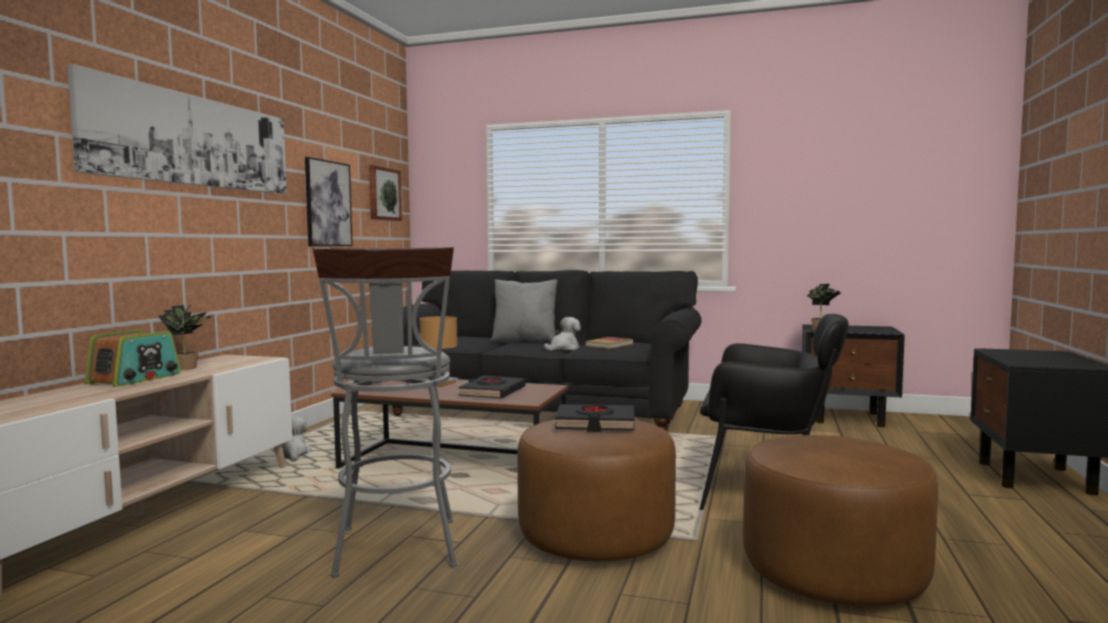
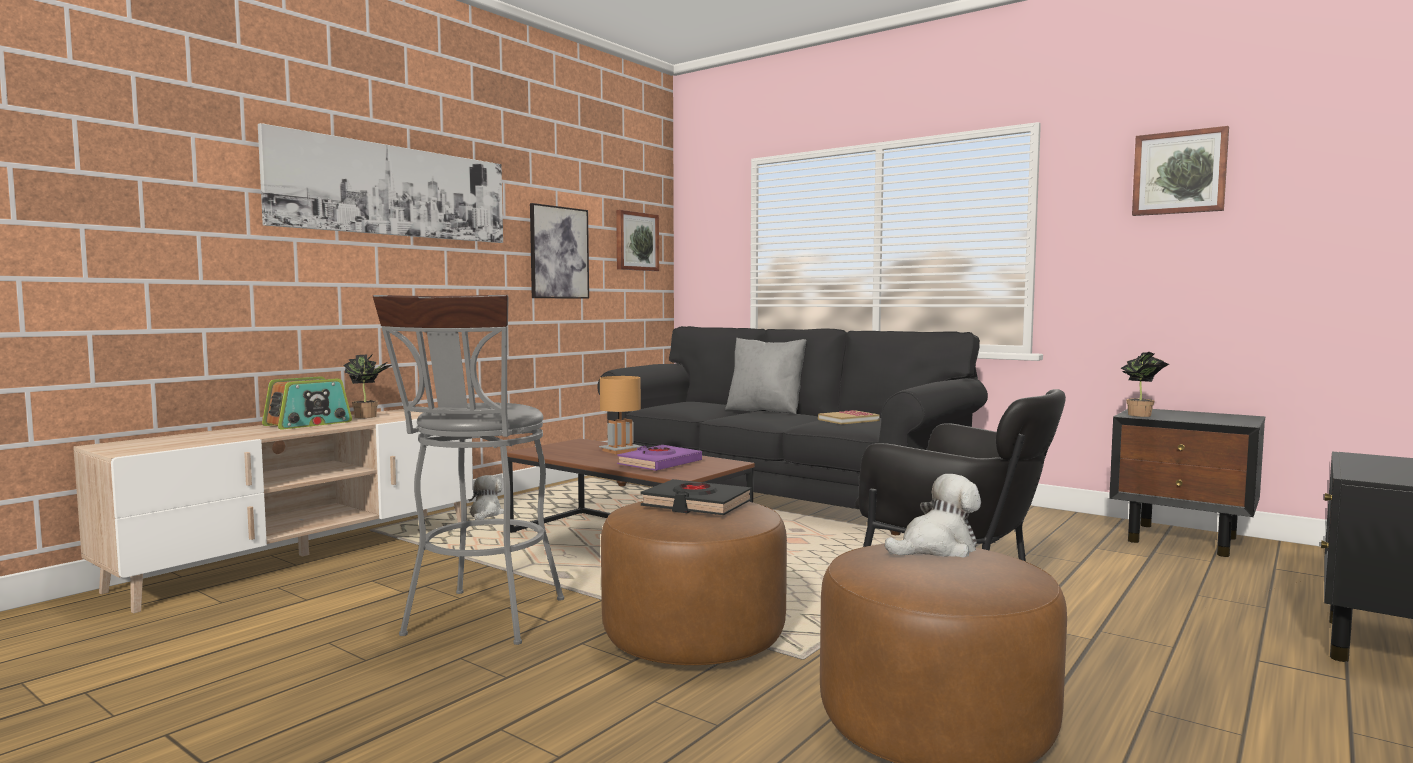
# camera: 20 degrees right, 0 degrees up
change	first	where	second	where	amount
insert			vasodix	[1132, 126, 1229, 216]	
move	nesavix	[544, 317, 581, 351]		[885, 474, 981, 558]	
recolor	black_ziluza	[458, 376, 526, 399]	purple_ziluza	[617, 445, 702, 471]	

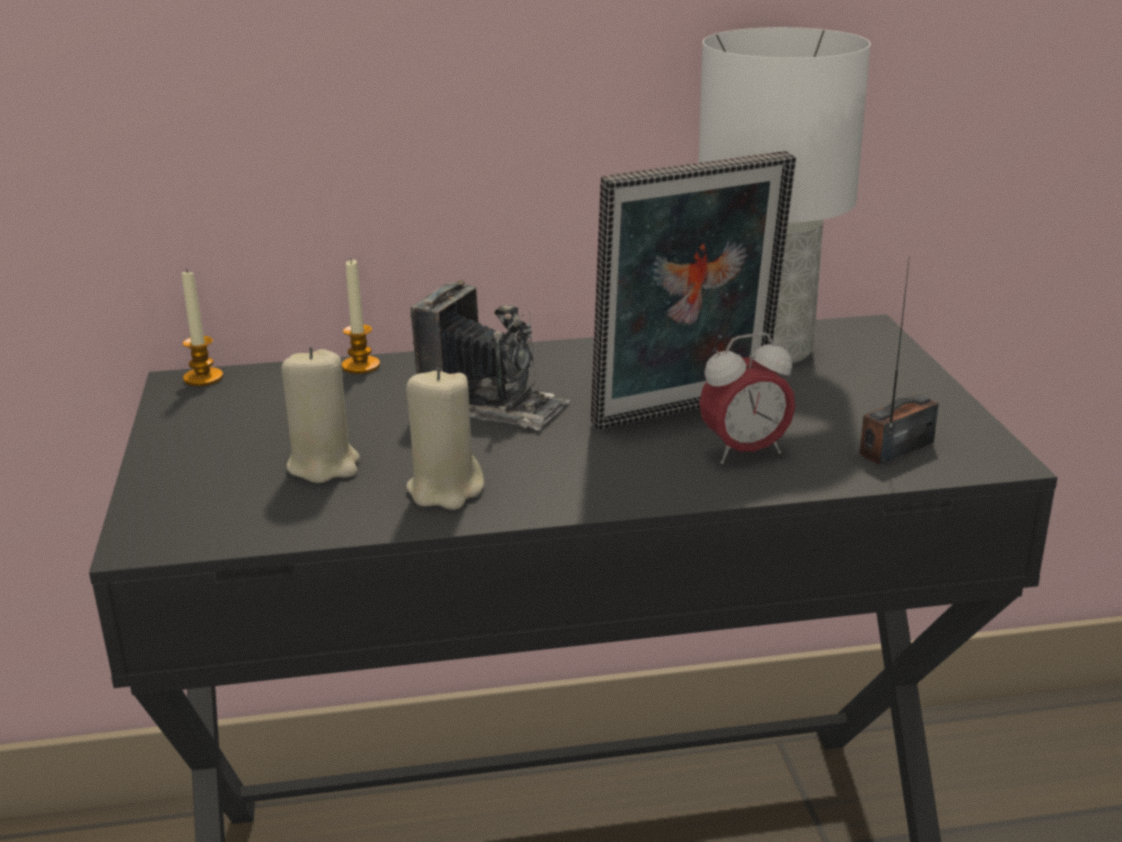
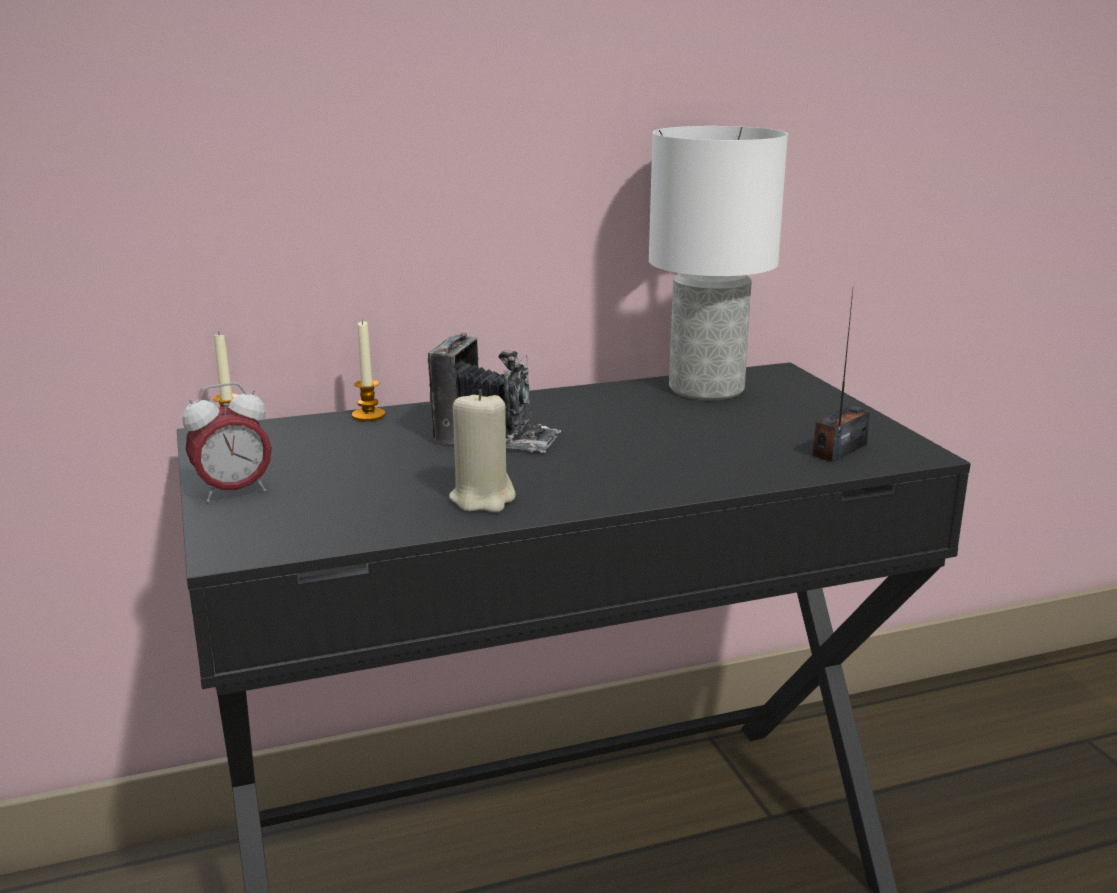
# camera: 10 degrees left, 5 degrees down
change	first	where	second	where	amount
delete	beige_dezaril	[281, 347, 360, 483]			
delete	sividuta	[591, 151, 796, 430]			
move	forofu	[699, 332, 796, 464]		[183, 382, 272, 503]	

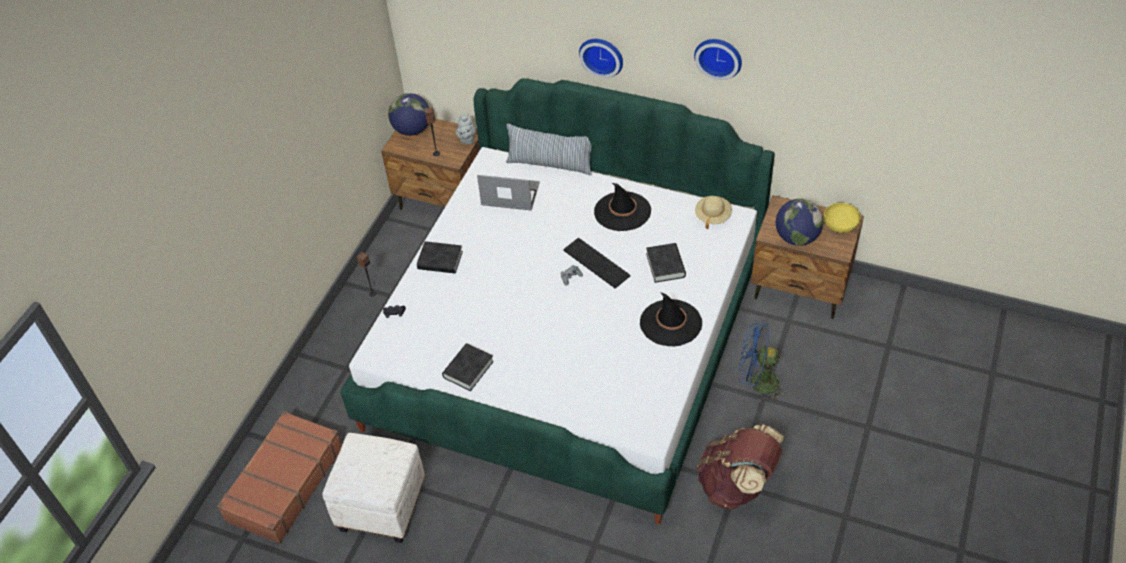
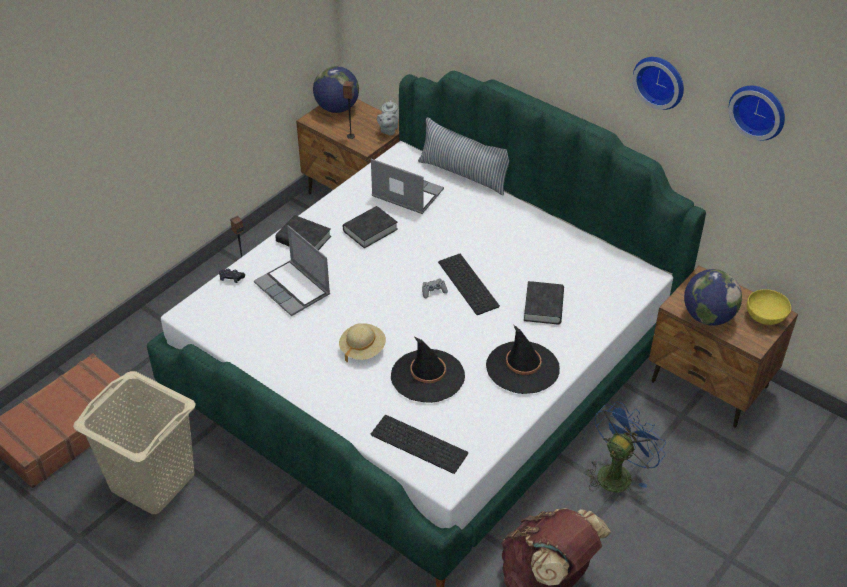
# camera: 15 degrees right, 5 degrees down
change	first	where	second	where	amount
insert			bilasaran	[254, 225, 330, 316]	
insert			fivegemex	[371, 415, 468, 474]	
move	black_ziluza	[442, 343, 494, 391]		[343, 206, 398, 248]	
move	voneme	[579, 39, 623, 78]		[729, 86, 785, 140]	
move	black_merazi	[594, 183, 651, 231]		[391, 337, 465, 403]	
move	beige_merazi	[695, 196, 732, 229]		[339, 323, 386, 362]	
replace	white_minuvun	[322, 433, 425, 543]	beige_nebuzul	[73, 371, 196, 514]	
rotate	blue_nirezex	[739, 323, 788, 403]		[586, 401, 666, 492]	105 degrees clockwise

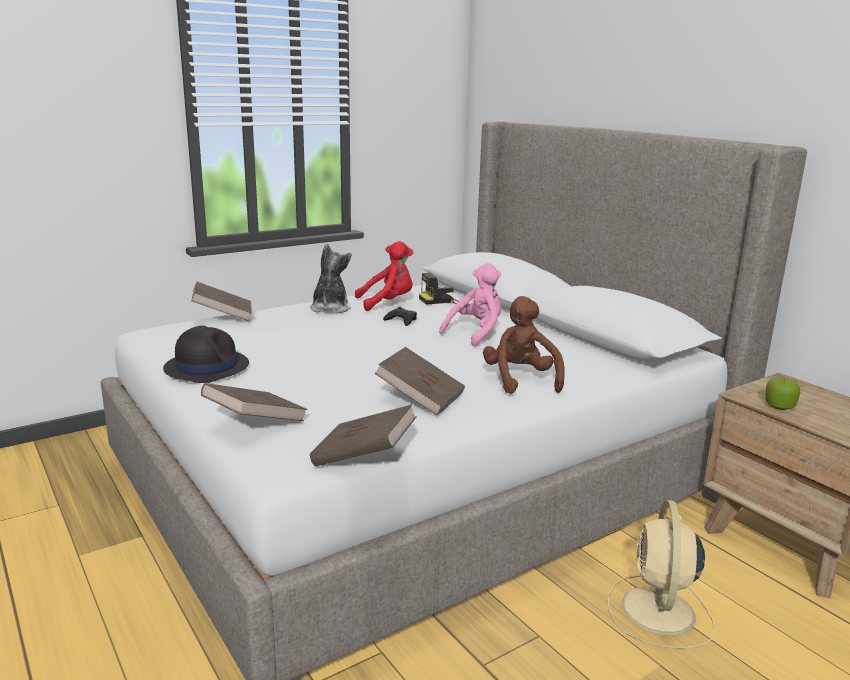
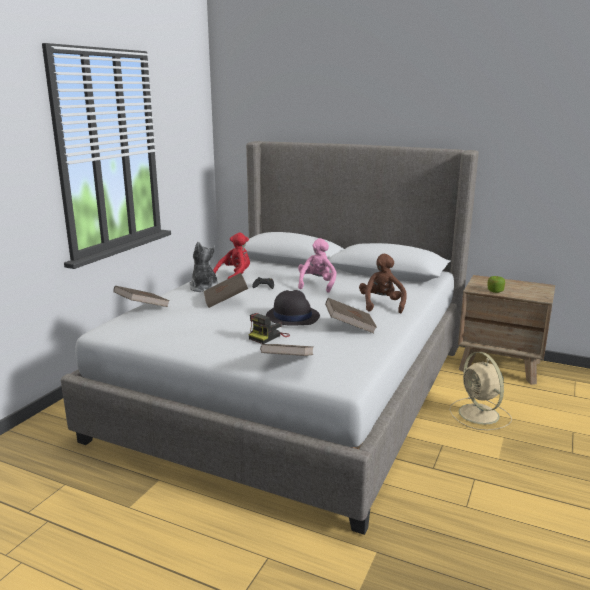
# camera: 30 degrees left, 0 degrees up
change	first	where	second	where	amount
move	black_merazi	[163, 326, 249, 383]		[266, 290, 320, 326]	
move	brown_ziluza	[310, 405, 417, 466]		[204, 273, 248, 308]	
move	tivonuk	[419, 273, 459, 305]		[248, 313, 290, 344]	
rotate	brown_nesavix	[483, 296, 565, 394]		[359, 254, 407, 313]	45 degrees clockwise

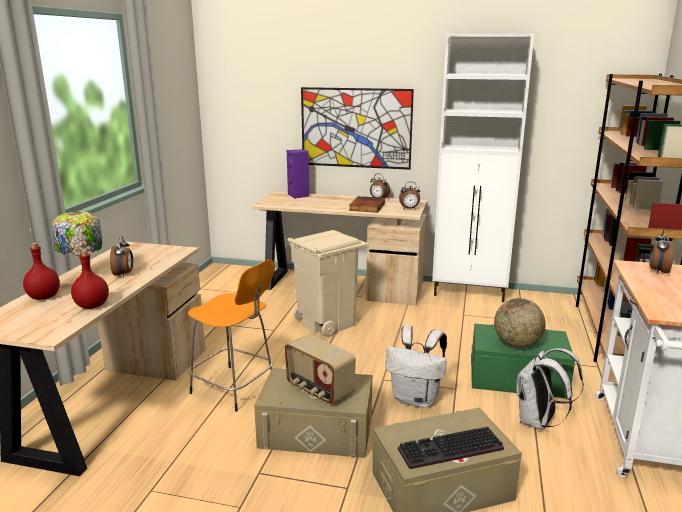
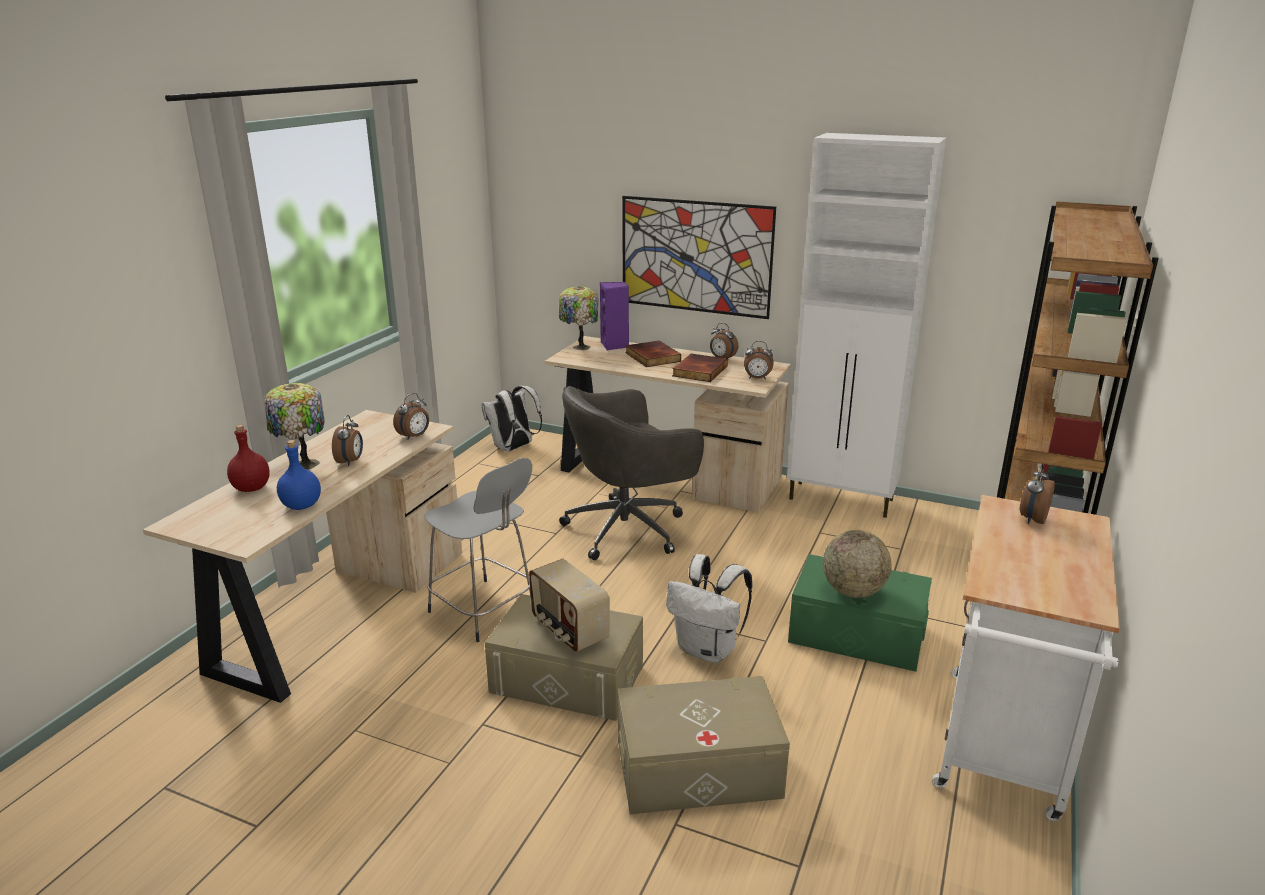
# camera: 10 degrees right, 5 degrees up
change	first	where	second	where	amount
delete	fivegemex	[398, 427, 504, 469]			
insert			forofu	[393, 393, 429, 440]	
insert			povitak	[559, 286, 598, 350]	
insert			ziluza	[625, 340, 681, 367]	
move	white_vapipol	[516, 348, 584, 430]		[482, 386, 542, 452]	
replace	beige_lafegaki	[287, 230, 369, 337]	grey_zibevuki	[559, 386, 704, 560]	
recolor	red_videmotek	[71, 250, 109, 309]	blue_videmotek	[277, 440, 321, 510]	
recolor	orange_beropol	[188, 260, 275, 412]	grey_beropol	[424, 458, 532, 642]	

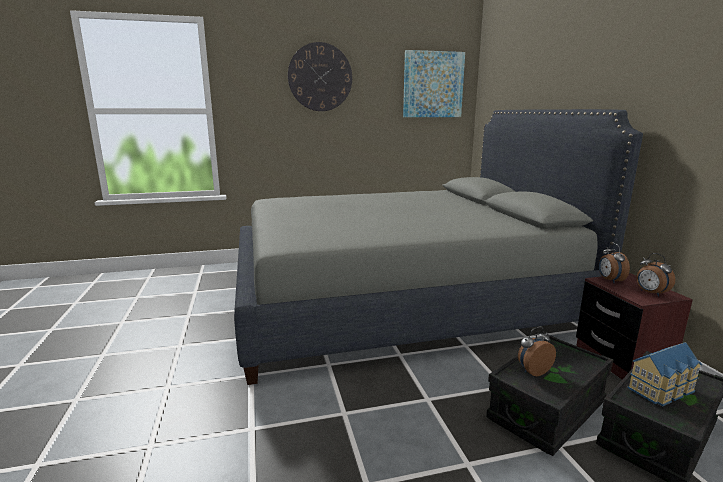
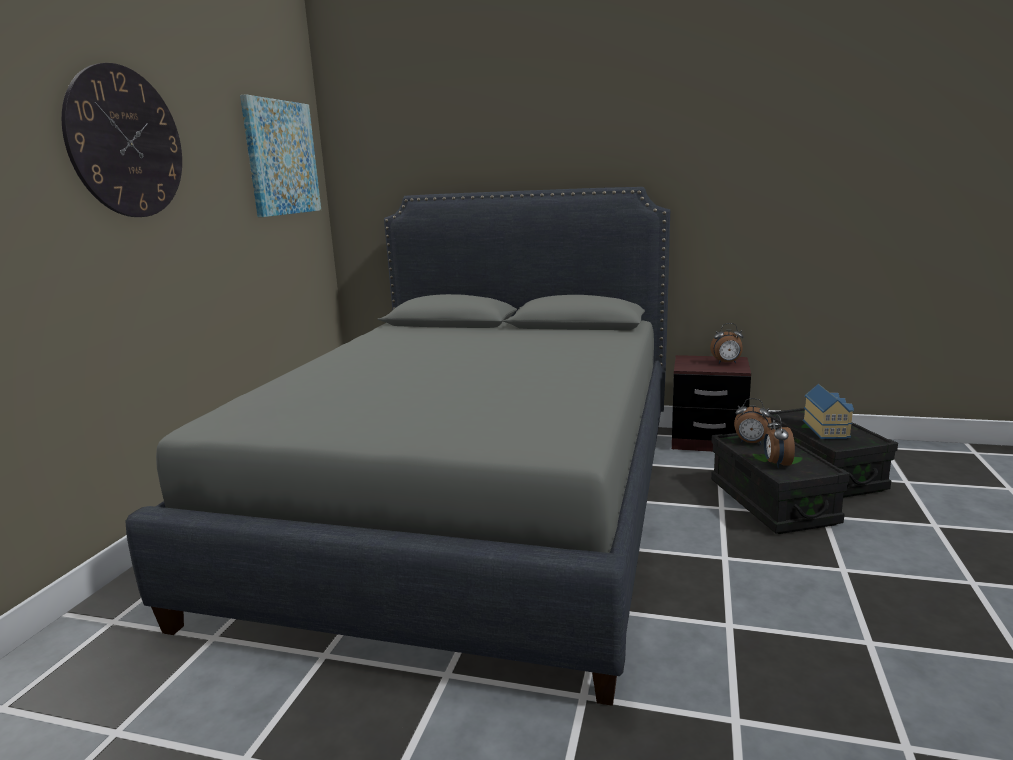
# camera: 60 degrees left, 0 degrees up
change	first	where	second	where	amount
move	forofu	[599, 243, 630, 283]		[734, 398, 772, 445]	

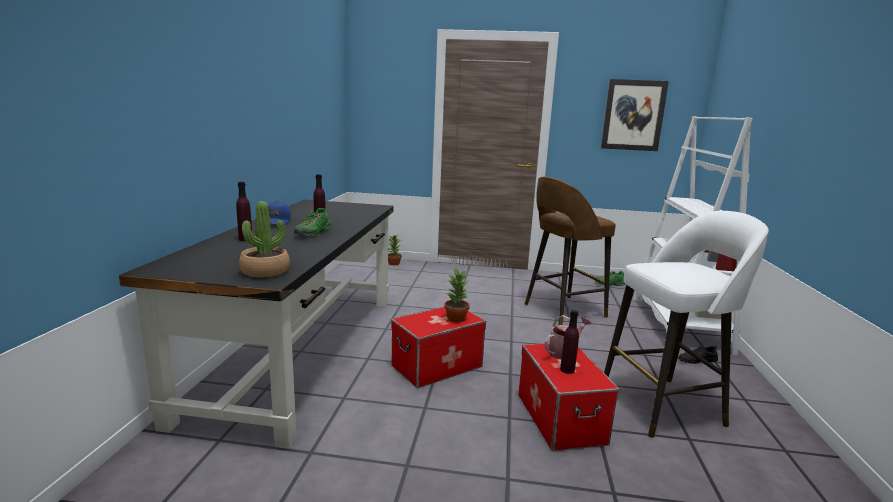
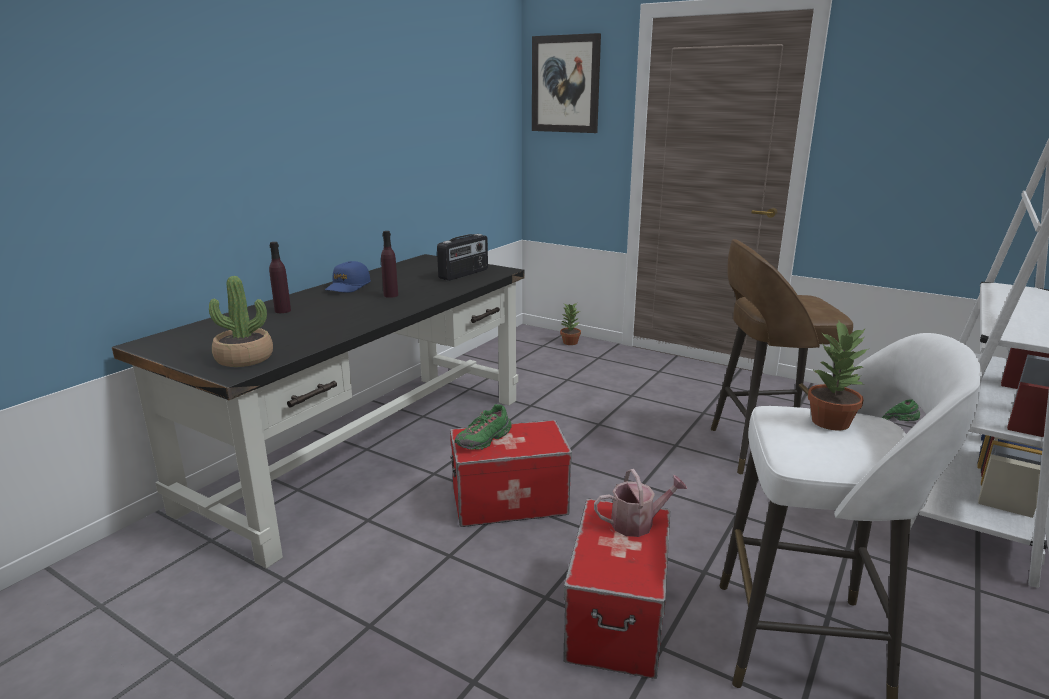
# camera: 25 degrees right, 5 degrees up
change	first	where	second	where	amount
delete	purple_videmotek	[560, 310, 579, 374]			
delete	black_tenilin	[678, 345, 718, 364]			
insert			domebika	[437, 234, 488, 281]	
move	green_tenilin	[294, 208, 331, 237]		[455, 404, 512, 450]	
move	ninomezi	[444, 267, 470, 322]		[808, 320, 870, 430]	
move	vasodix	[601, 79, 669, 151]		[532, 33, 601, 133]	

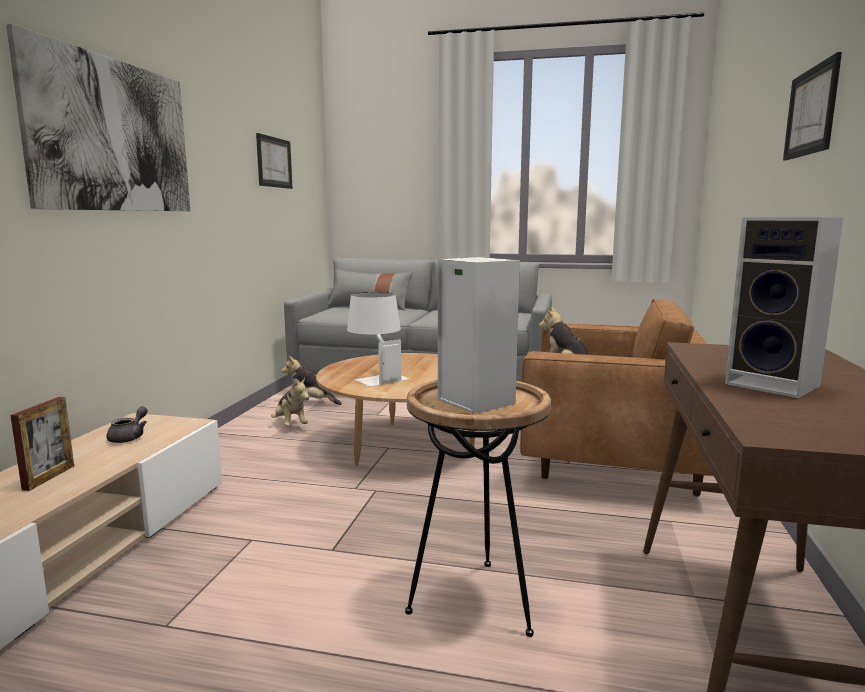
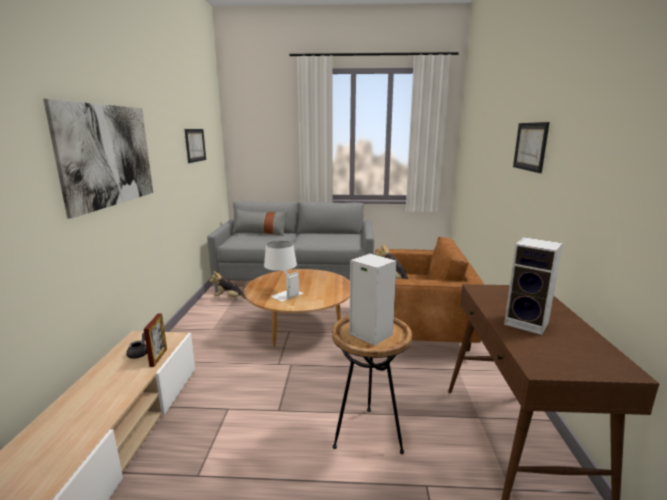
# camera: 10 degrees left, 5 degrees up
change	first	where	second	where	amount
delete	nesavix	[271, 377, 309, 426]			
move	sividuta	[10, 397, 74, 491]		[144, 314, 167, 367]	

